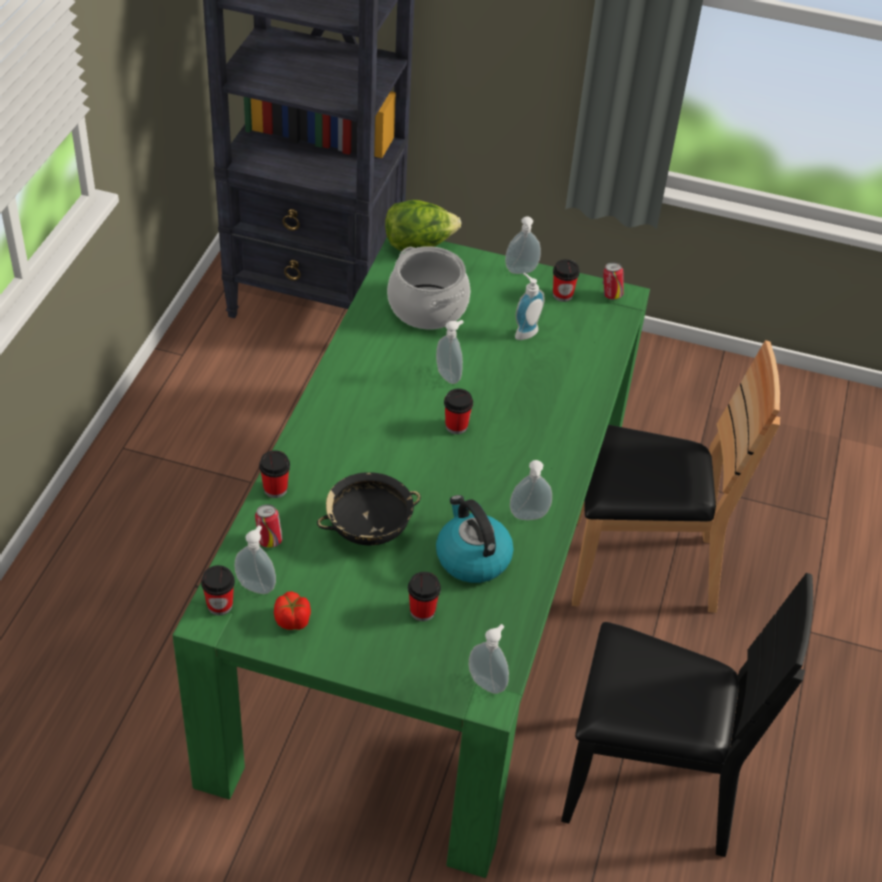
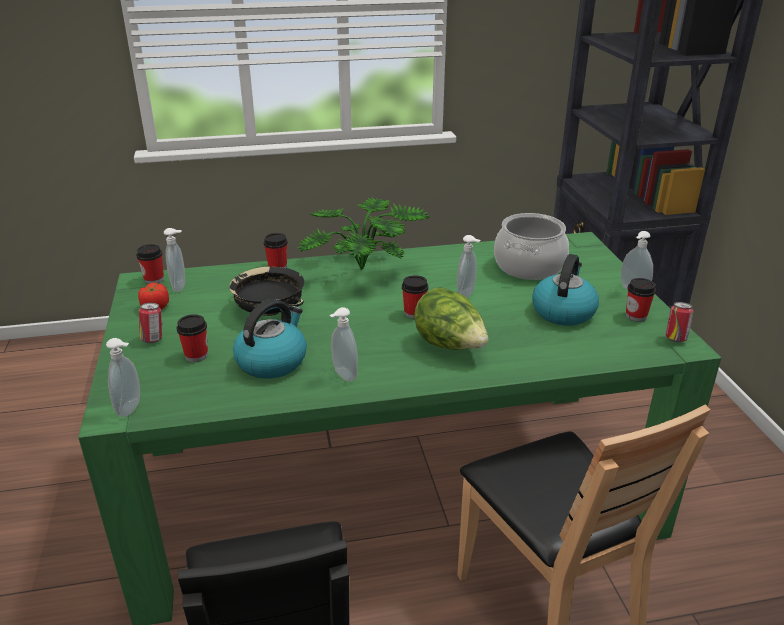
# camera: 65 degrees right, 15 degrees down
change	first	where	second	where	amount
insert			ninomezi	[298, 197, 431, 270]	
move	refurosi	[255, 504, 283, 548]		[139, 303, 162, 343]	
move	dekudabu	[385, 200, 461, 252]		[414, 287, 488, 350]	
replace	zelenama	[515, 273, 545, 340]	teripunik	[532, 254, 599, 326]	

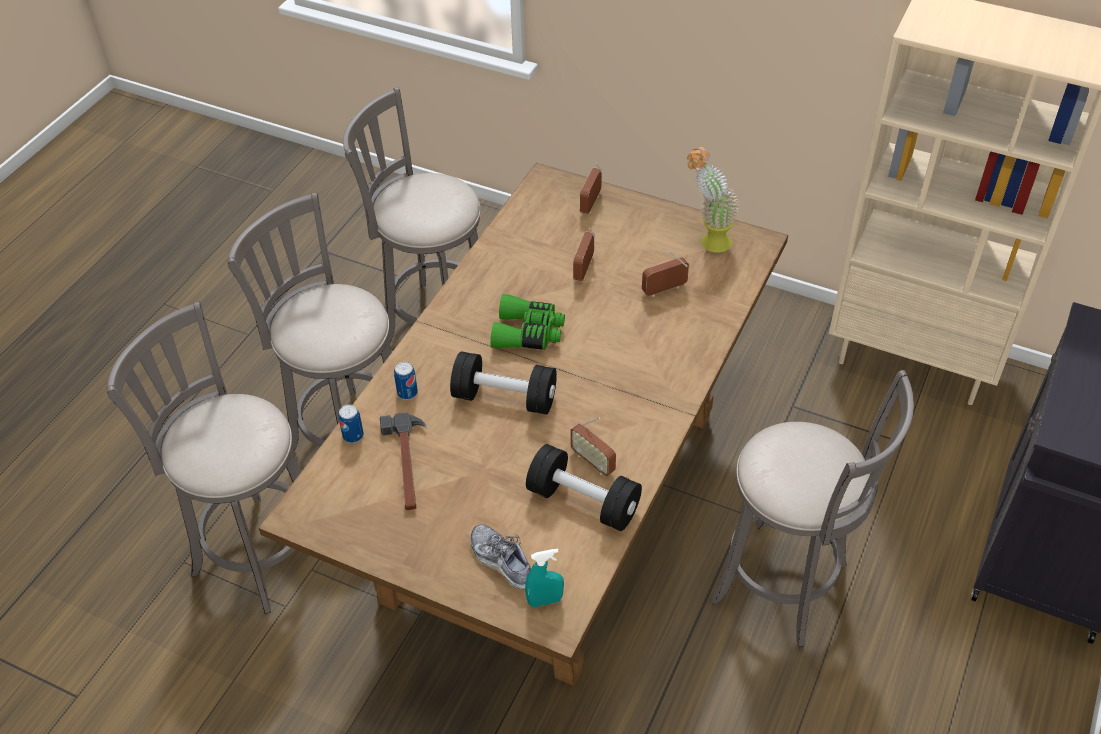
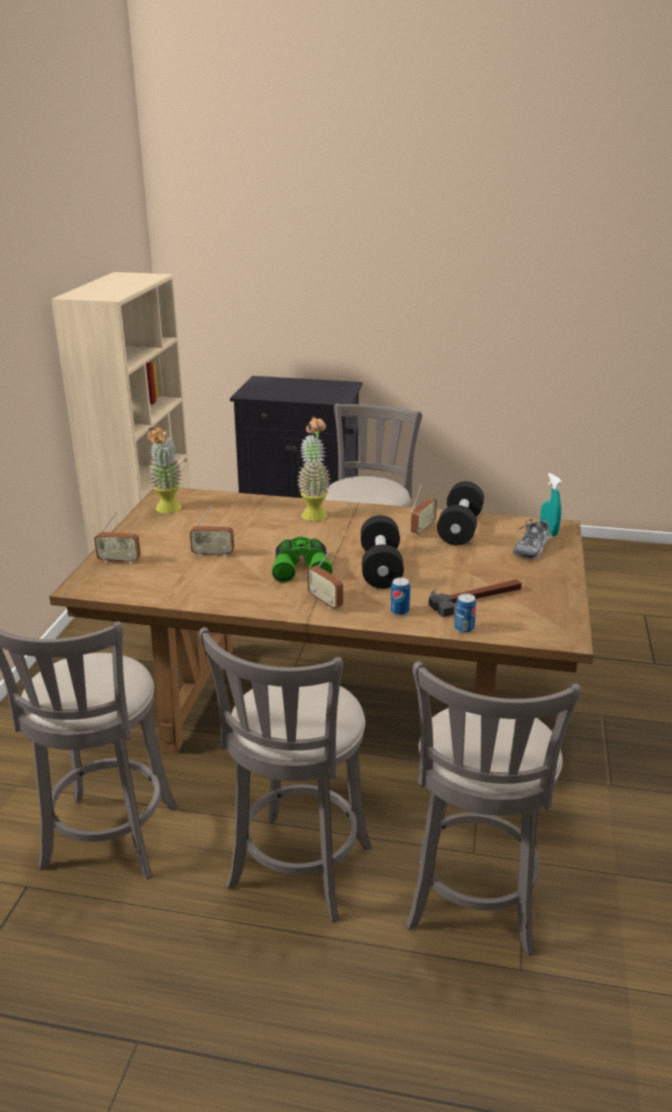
# camera: 105 degrees left, 20 degrees down
change	first	where	second	where	amount
insert			ninomezi	[297, 417, 331, 521]	
move	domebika	[642, 251, 689, 297]		[307, 551, 343, 610]	

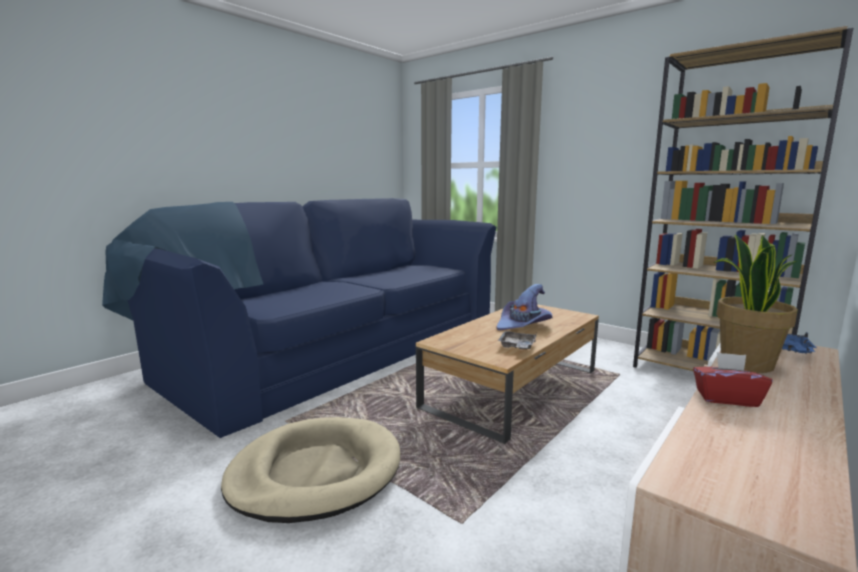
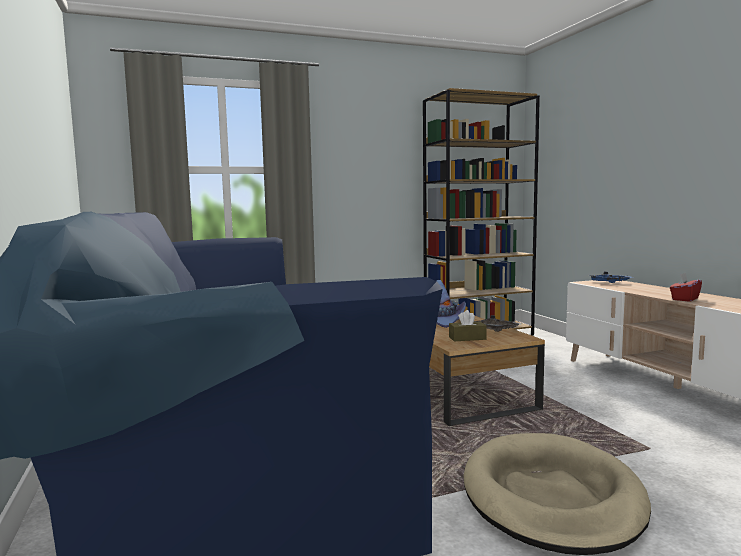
# camera: 60 degrees left, 5 degrees down
change	first	where	second	where	amount
delete	ninomezi	[714, 234, 798, 373]			
insert			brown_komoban	[449, 310, 487, 341]	

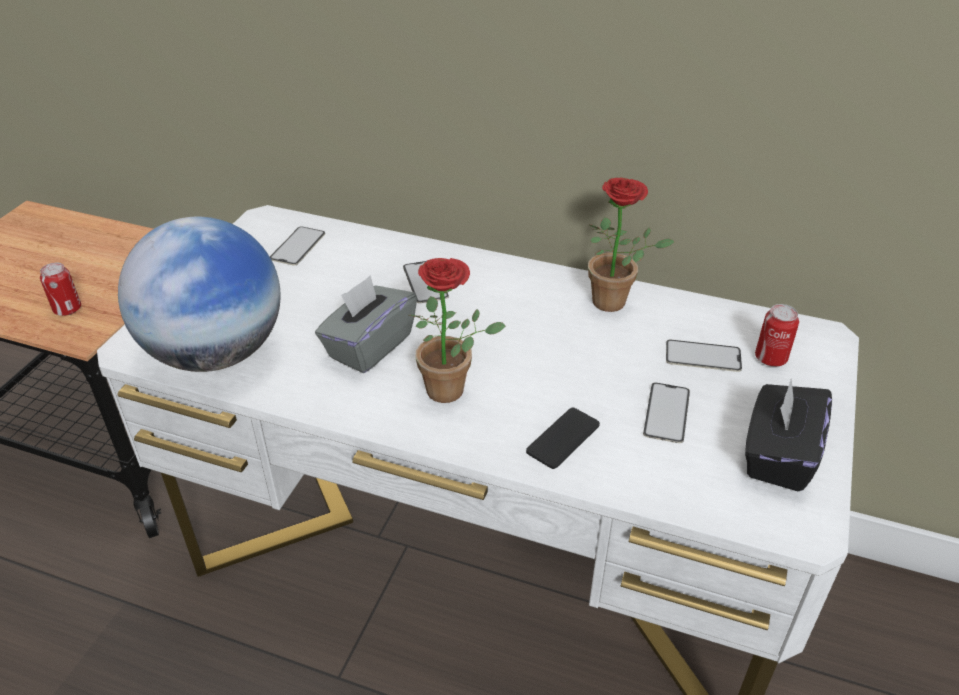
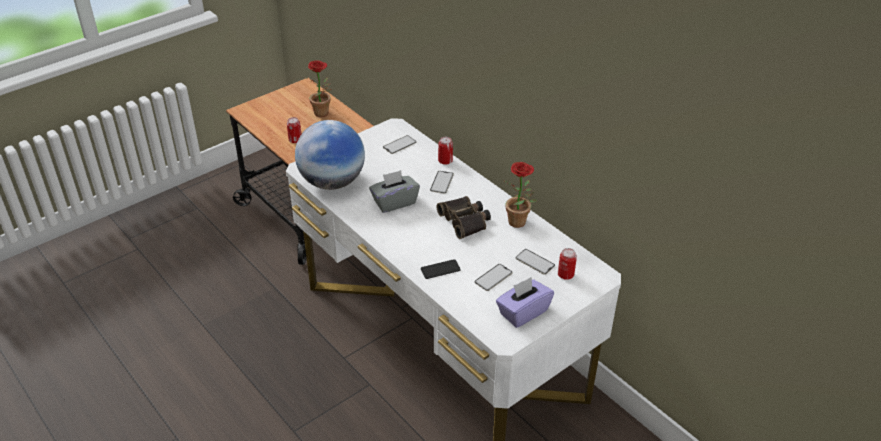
# camera: 30 degrees right, 0 degrees up
change	first	where	second	where	amount
insert			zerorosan	[437, 196, 491, 239]	
insert			refurosi	[438, 137, 453, 165]	
move	ninomezi	[409, 258, 506, 403]		[305, 60, 332, 117]	
recolor	black_komoban	[745, 378, 832, 491]	purple_komoban	[496, 277, 554, 328]	

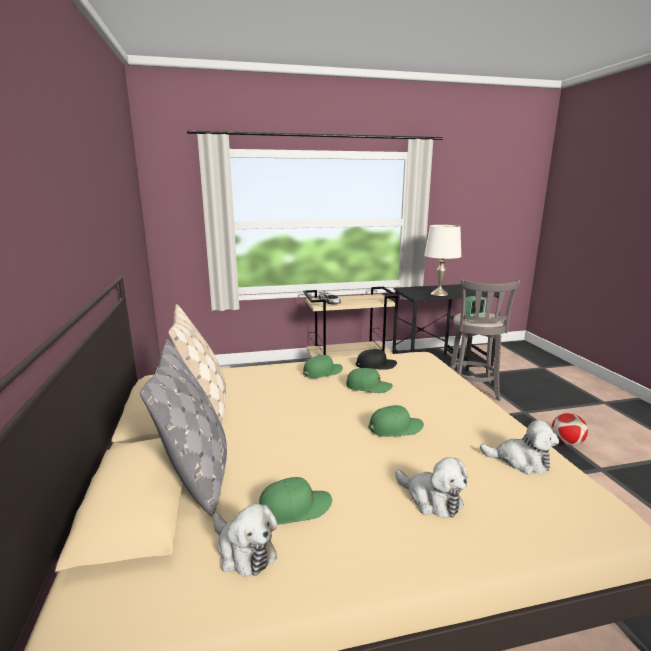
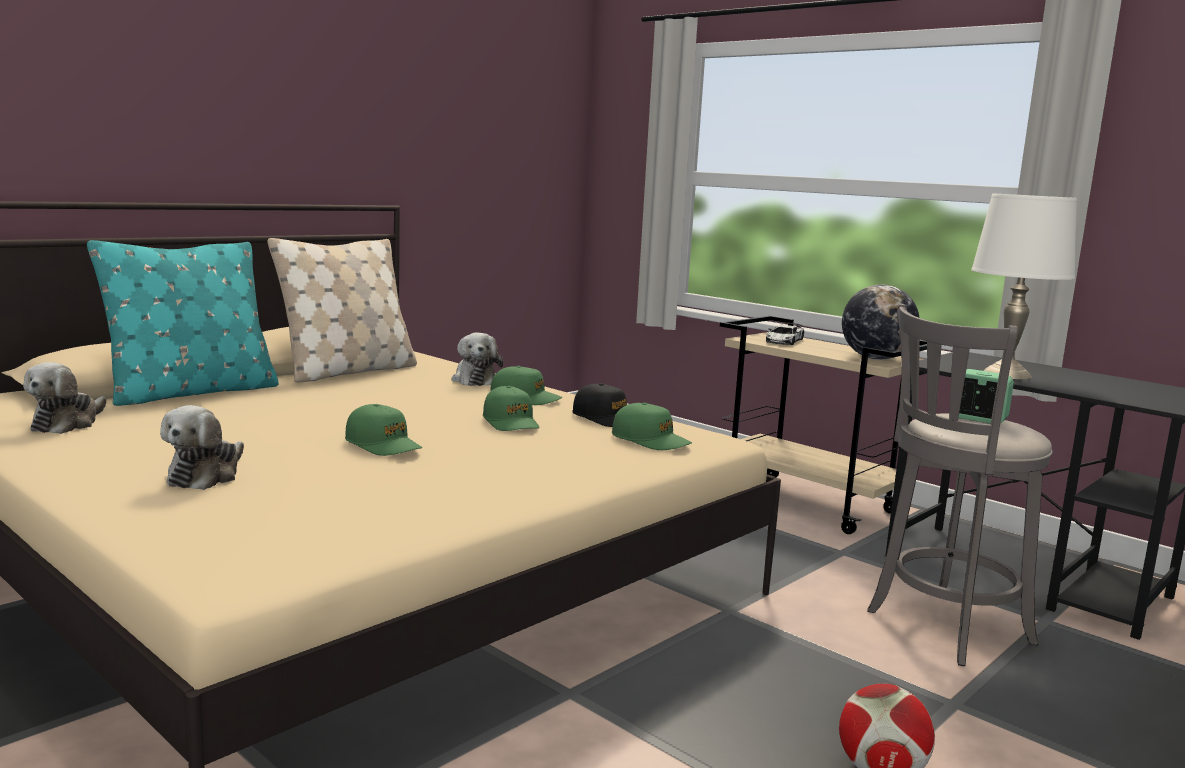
# camera: 55 degrees right, 5 degrees down
change	first	where	second	where	amount
insert			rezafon	[842, 285, 919, 360]	
move	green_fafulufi	[259, 477, 332, 524]		[612, 403, 692, 450]	
move	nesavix	[480, 420, 559, 475]		[451, 333, 503, 386]	
recolor	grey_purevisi	[140, 339, 227, 516]	turquoise_purevisi	[87, 240, 279, 406]	

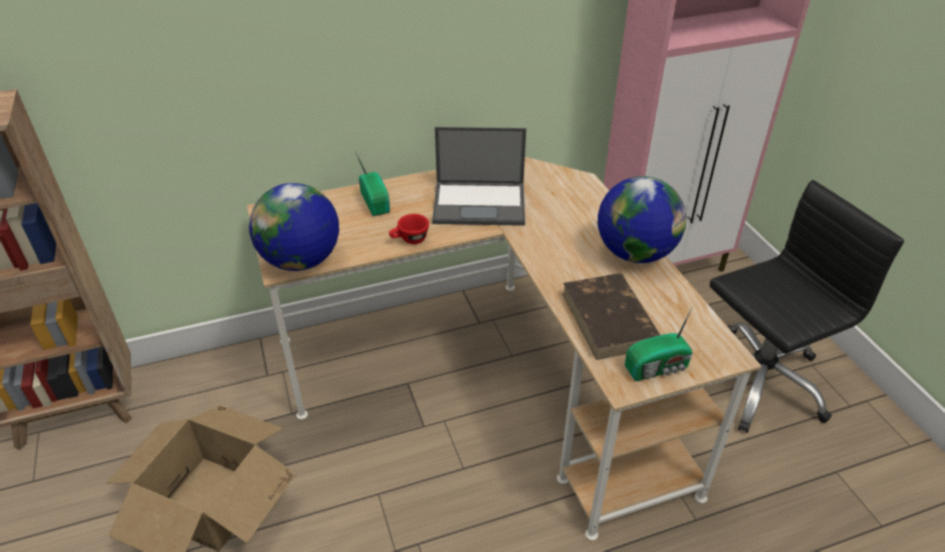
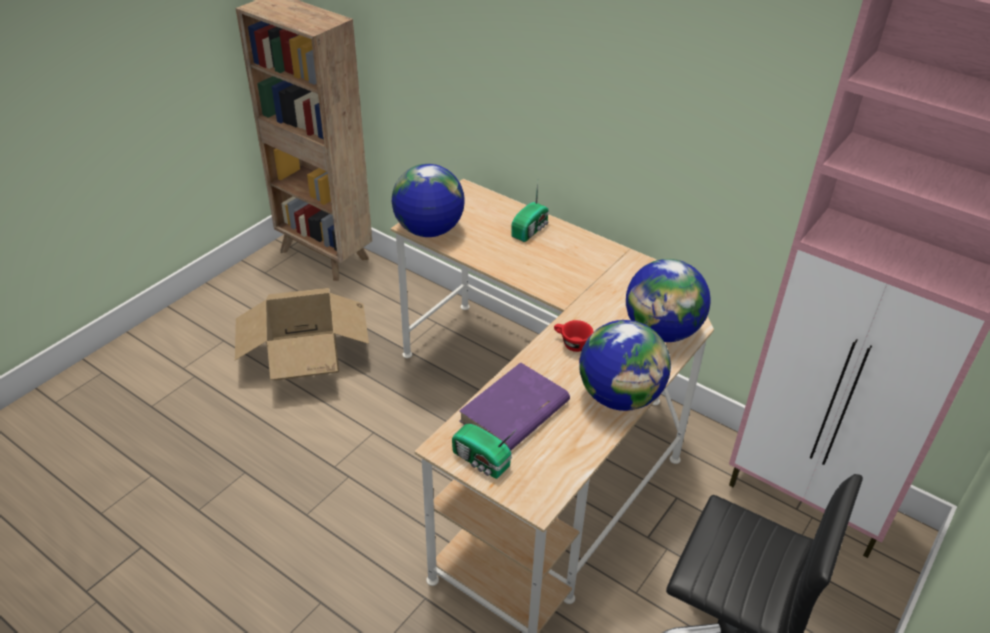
# camera: 55 degrees right, 0 degrees up
change	first	where	second	where	amount
delete	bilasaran	[432, 127, 526, 226]			
insert			rezafon	[626, 259, 711, 342]	
move	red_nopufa	[389, 214, 429, 244]		[554, 320, 593, 352]	
recolor	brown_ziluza	[562, 273, 660, 360]	purple_ziluza	[459, 362, 570, 451]	

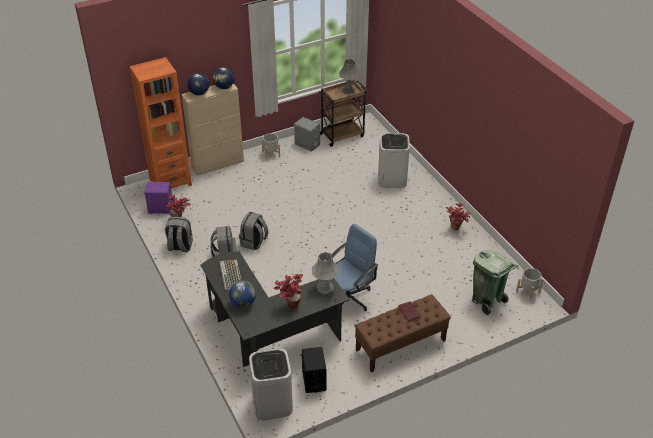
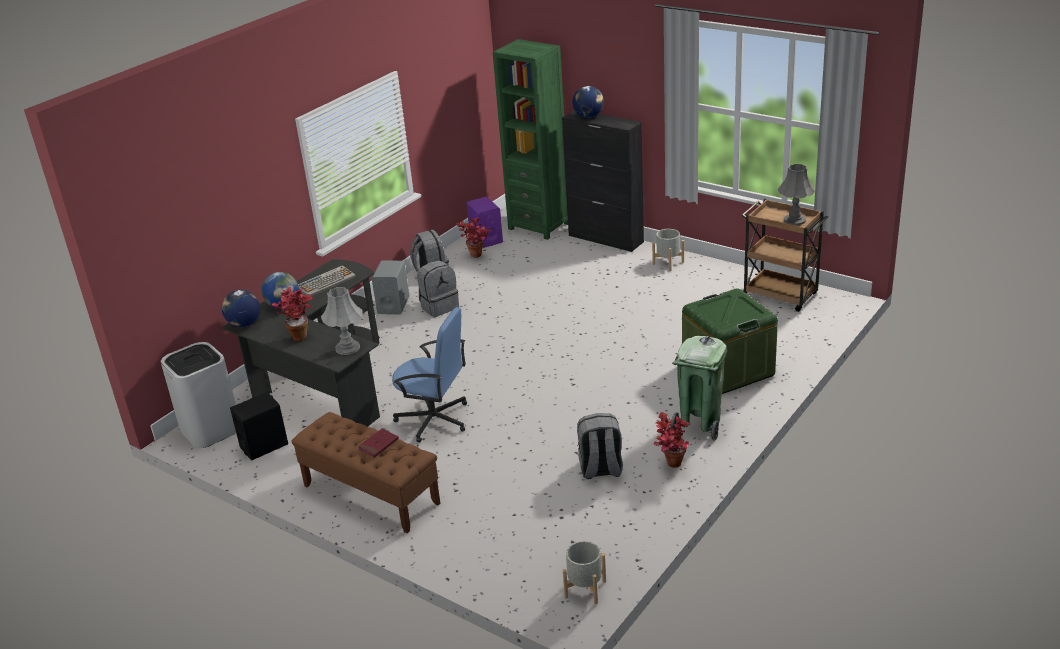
# camera: 65 degrees right, 10 degrees down
change	first	where	second	where	amount
move	rezafon	[213, 67, 235, 89]		[222, 290, 260, 327]	
move	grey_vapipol	[239, 212, 268, 250]		[577, 413, 623, 479]	
move	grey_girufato	[294, 117, 320, 152]		[372, 260, 409, 315]	
move	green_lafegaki	[472, 250, 518, 316]		[670, 336, 727, 441]	
replace	white_lafegaki	[378, 133, 410, 188]	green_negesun	[682, 288, 778, 394]	
recolor	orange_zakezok	[130, 57, 192, 189]	green_zakezok	[493, 39, 568, 240]	
recolor	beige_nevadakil	[181, 83, 244, 176]	black_nevadakil	[562, 110, 644, 252]	

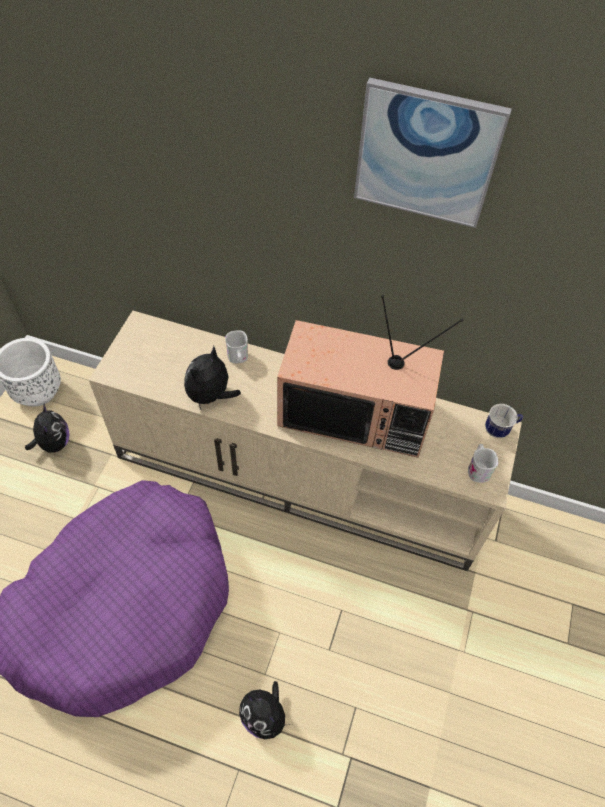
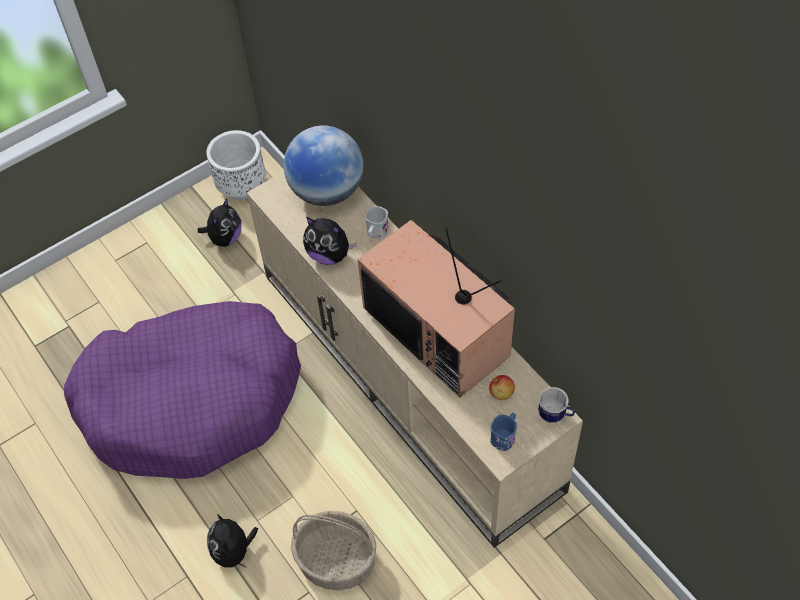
# camera: 40 degrees right, 0 degrees up
change	first	where	second	where	amount
delete	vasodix	[354, 78, 512, 228]			
insert			rezafon	[284, 125, 364, 206]	
insert			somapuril	[291, 511, 376, 590]	
insert			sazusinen	[489, 375, 515, 400]	
recolor	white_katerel	[468, 444, 498, 483]	blue_katerel	[490, 413, 517, 451]	
rotate	nesavix	[184, 346, 241, 409]		[303, 217, 357, 265]	135 degrees counterclockwise

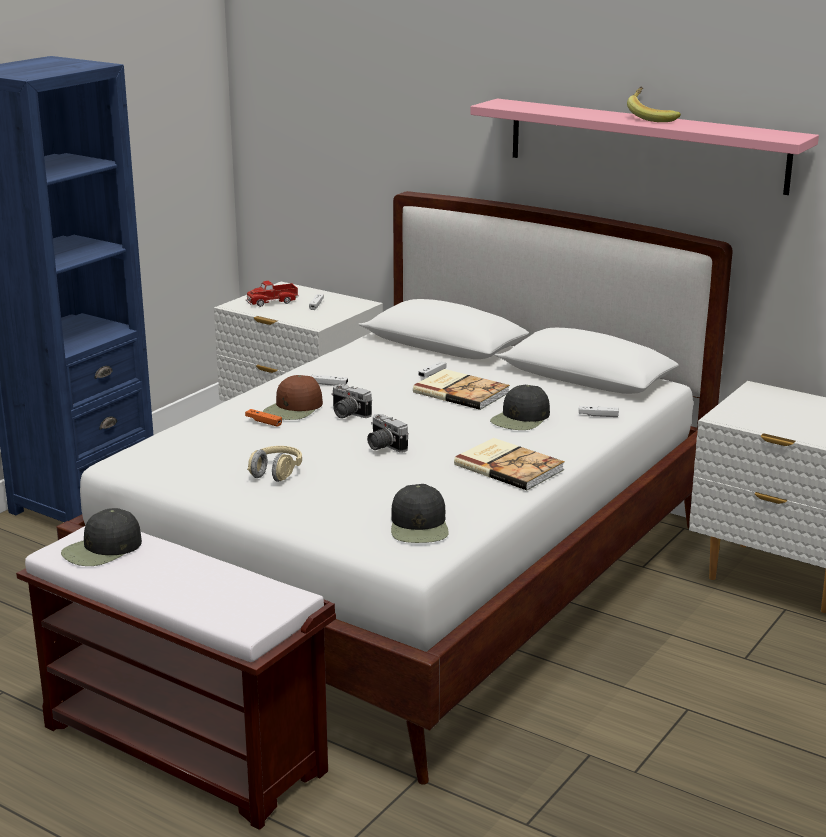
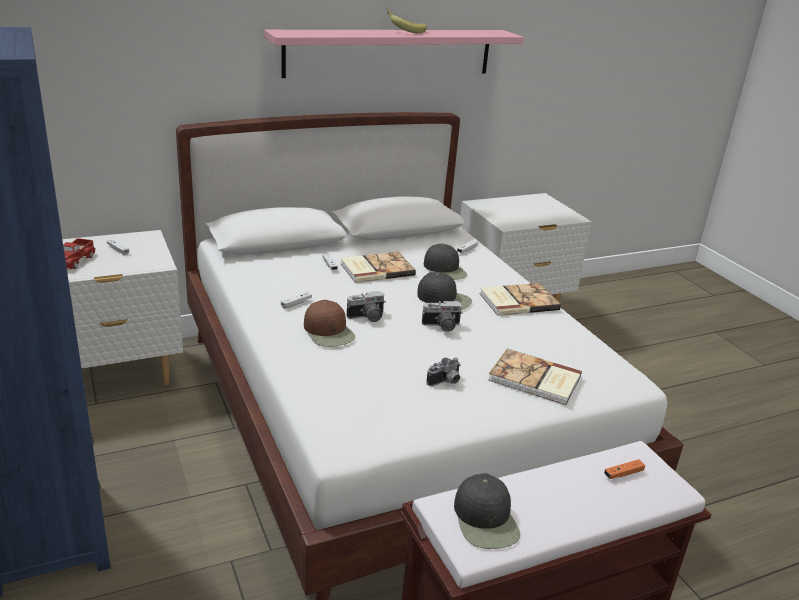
# camera: 60 degrees left, 5 degrees up
change	first	where	second	where	amount
insert			ziluza	[488, 349, 582, 405]	
move	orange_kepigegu	[245, 409, 282, 427]		[604, 459, 645, 479]	
move	black_fafulufi	[391, 484, 449, 543]		[417, 272, 472, 310]	
replace	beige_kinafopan	[247, 446, 302, 482]	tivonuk	[426, 357, 461, 386]	

